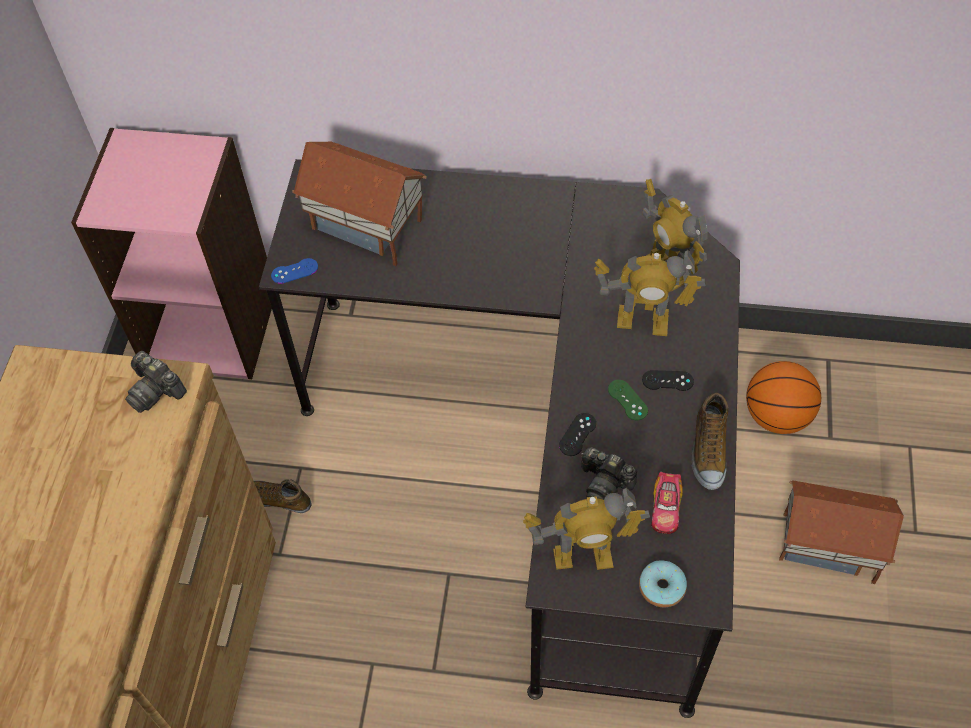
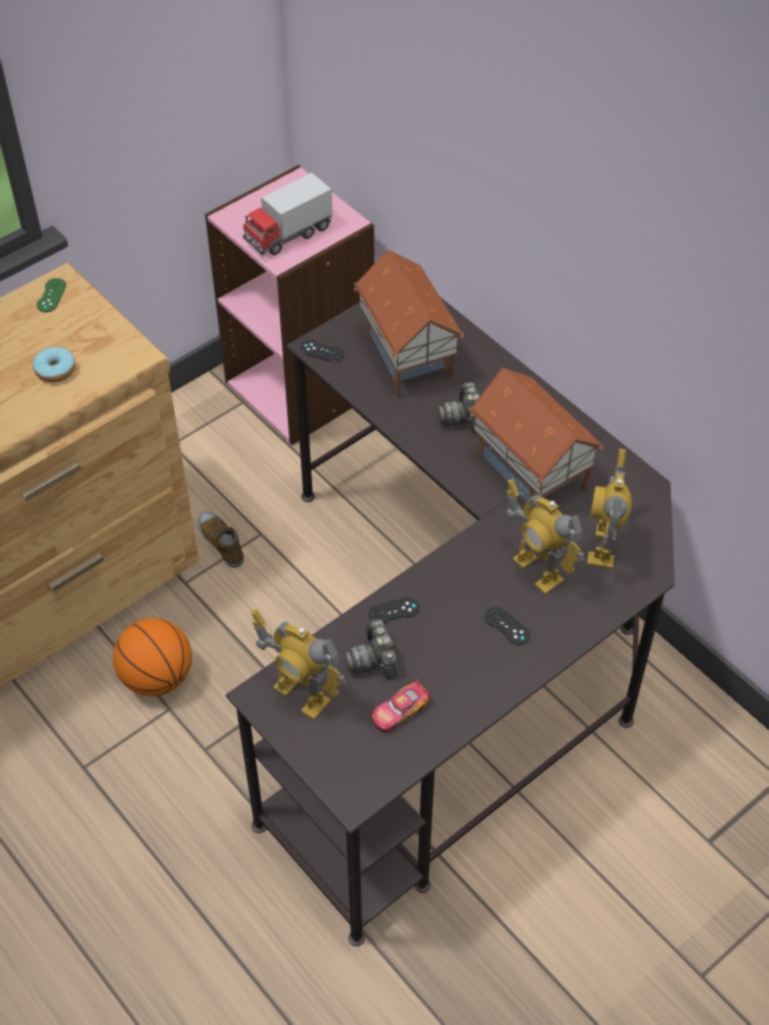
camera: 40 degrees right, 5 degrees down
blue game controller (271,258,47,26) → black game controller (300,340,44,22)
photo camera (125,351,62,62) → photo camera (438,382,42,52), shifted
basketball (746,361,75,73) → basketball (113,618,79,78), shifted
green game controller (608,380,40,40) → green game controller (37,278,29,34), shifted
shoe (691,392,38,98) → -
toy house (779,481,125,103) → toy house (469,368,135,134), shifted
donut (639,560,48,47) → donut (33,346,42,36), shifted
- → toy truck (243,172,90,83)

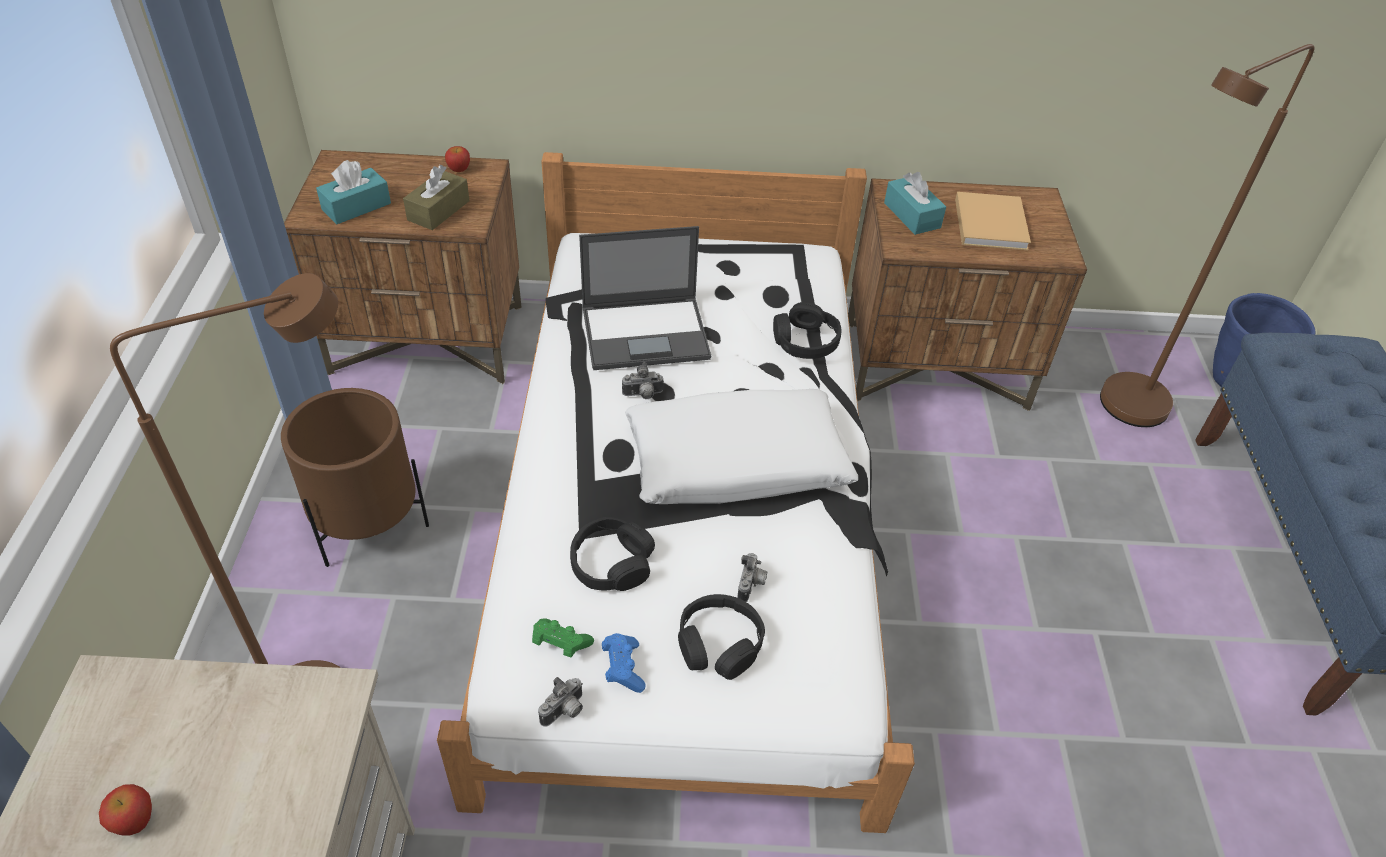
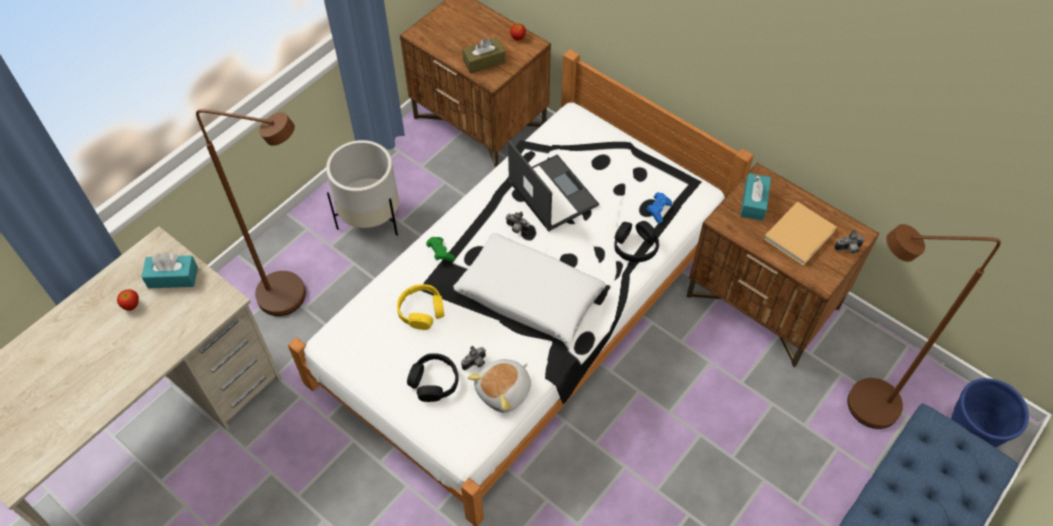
camera: 40 degrees right, 10 degrees up
turquoise tissue box (316,160,75,64) → turquoise tissue box (141,253,57,35), shifted
laptop (579,226,132,144) → laptop (508,140,91,92), 150 degrees counterclockwise
brown planter (281,388,148,179) → white planter (326,140,73,96)
black headphones (570,517,85,74) → yellow headphones (397,284,48,46)
green game controller (532,618,62,39) → green game controller (426,237,29,24), shifted
blue game controller (602,633,44,60) → blue game controller (647,192,25,31), shifted
photo camera (538,677,45,50) → photo camera (834,230,30,24), shifted
- → plush toy (468,359,63,54)

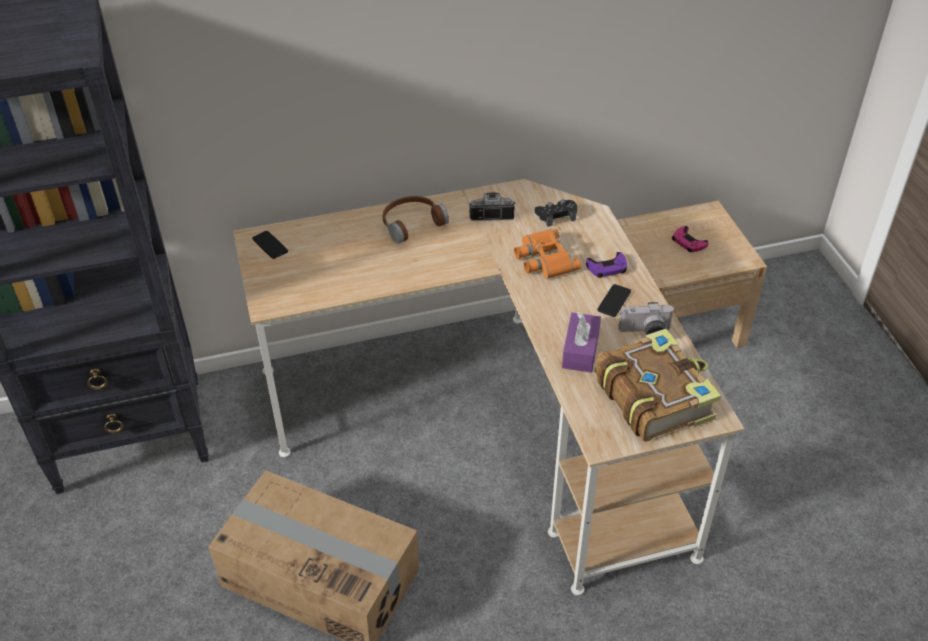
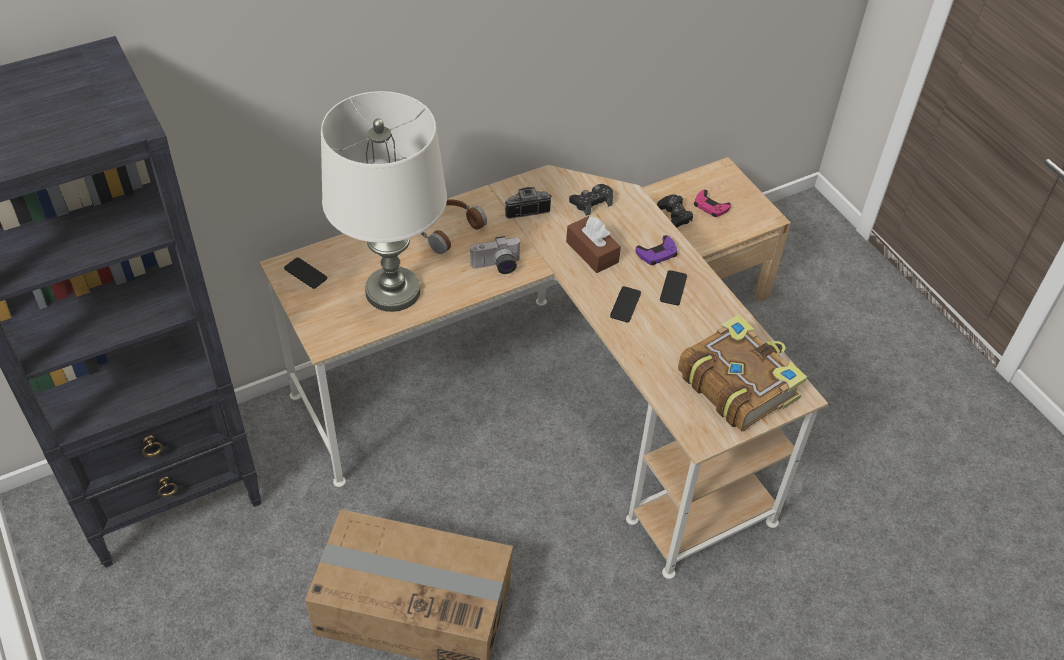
camera: 15 degrees left, 5 degrees up
orange binoculars (514,228,67,51) → brown tissue box (566,216,55,57)
photo camera (618,302,57,33) → photo camera (470,236,51,38), shifted
purple tissue box (562,312,39,61) → -
- → white table lamp (321,91,126,221)
- → black game controller (657,194,36,34)
- → phone (610,286,31,36)

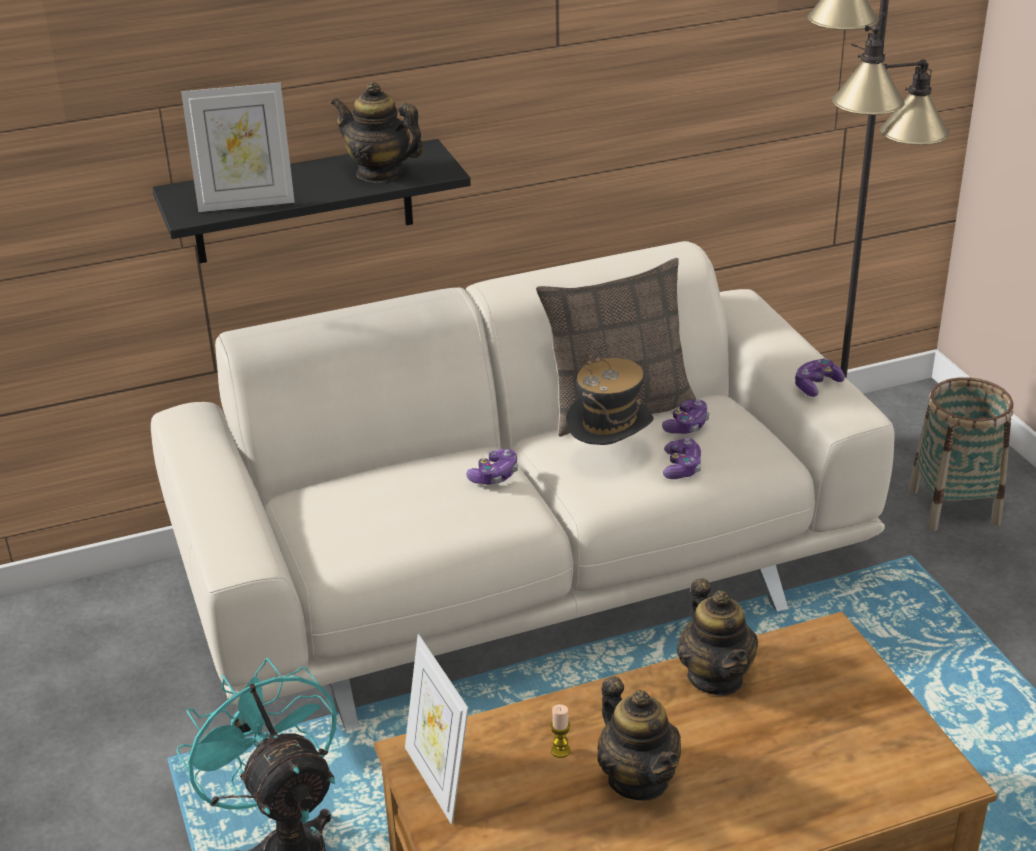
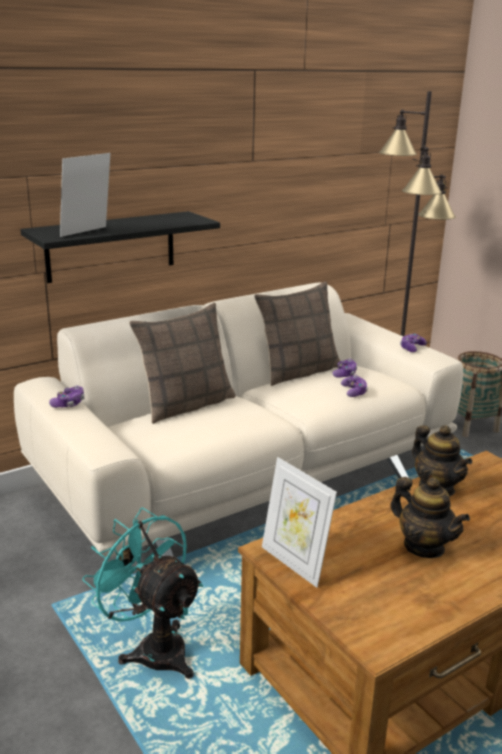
camera: 15 degrees left, 10 degrees down
picture frame (181,82,114,130) → picture frame (60,153,50,84), 150 degrees clockwise
teapot (331,82,94,101) → -
hat (566,354,88,91) → -
game controller (466,449,52,36) → game controller (49,385,35,23), shifted
candle (550,704,20,54) → -
- → pillow (129,303,107,121)

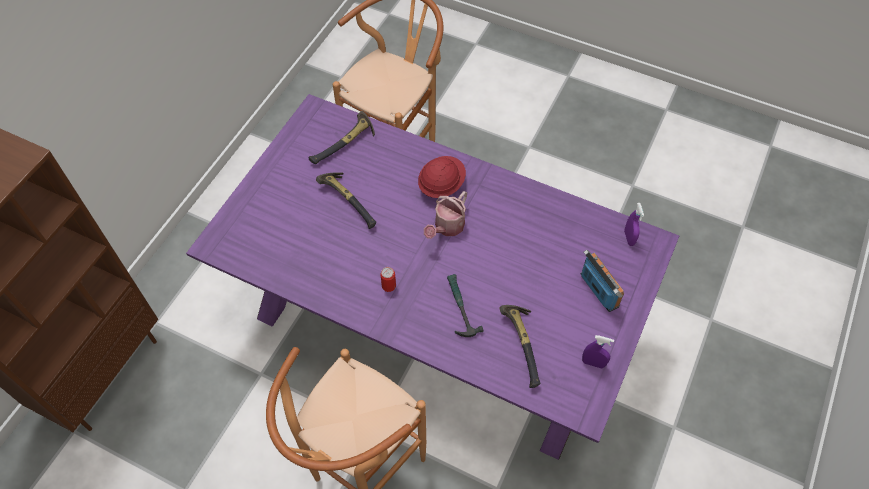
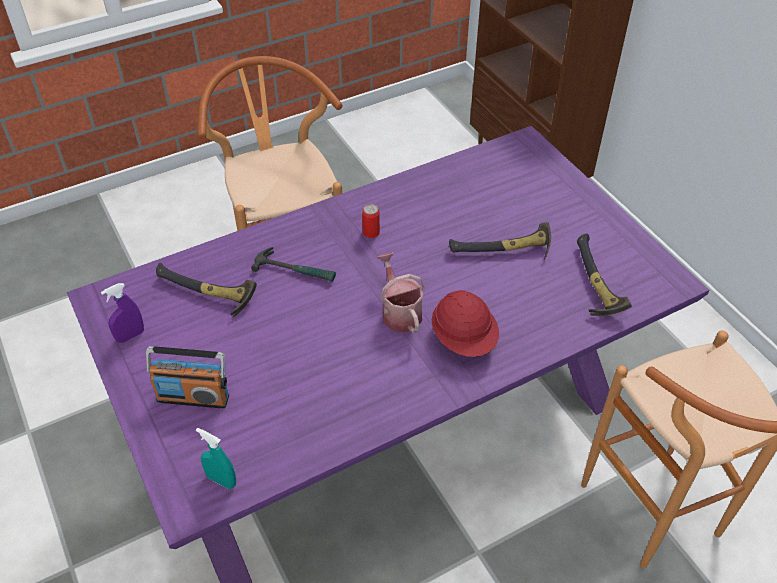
camera: 125 degrees right, 10 degrees down
purple spray bottle (624,203,20,43) → turquoise spray bottle (196,428,40,61)

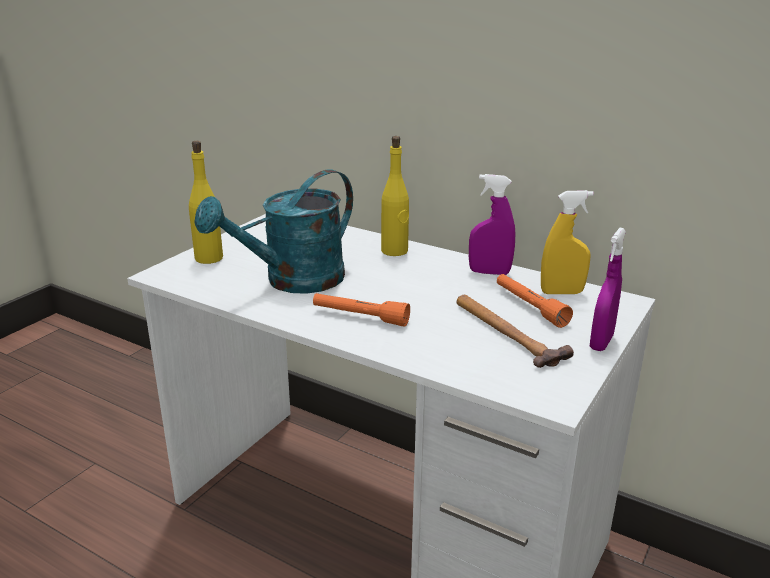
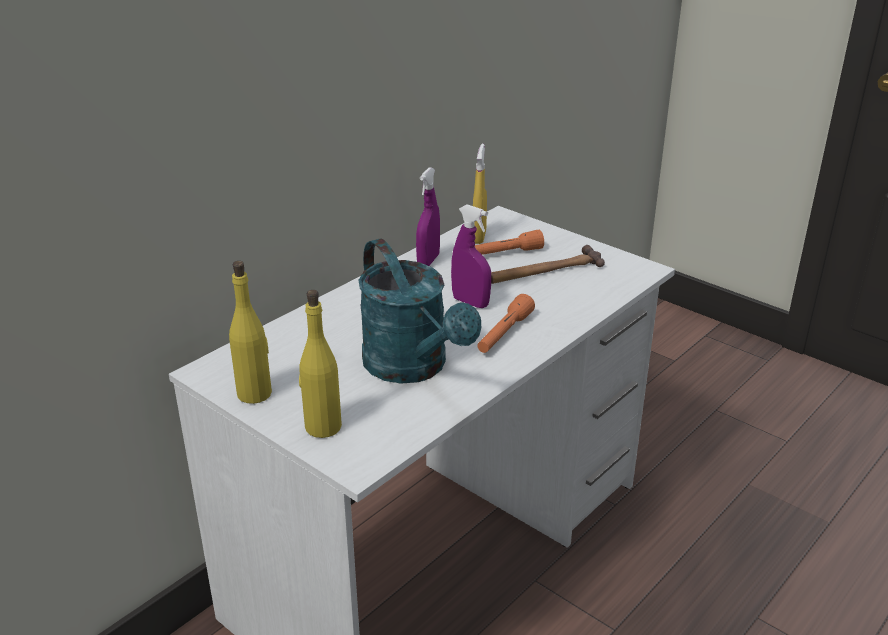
camera: 80 degrees left, 5 degrees up
yellow bottle (381,136,28,120) → yellow bottle (229,261,43,143), shifted
purple spray bottle (590,228,36,123) → purple spray bottle (451,204,40,104), shifted

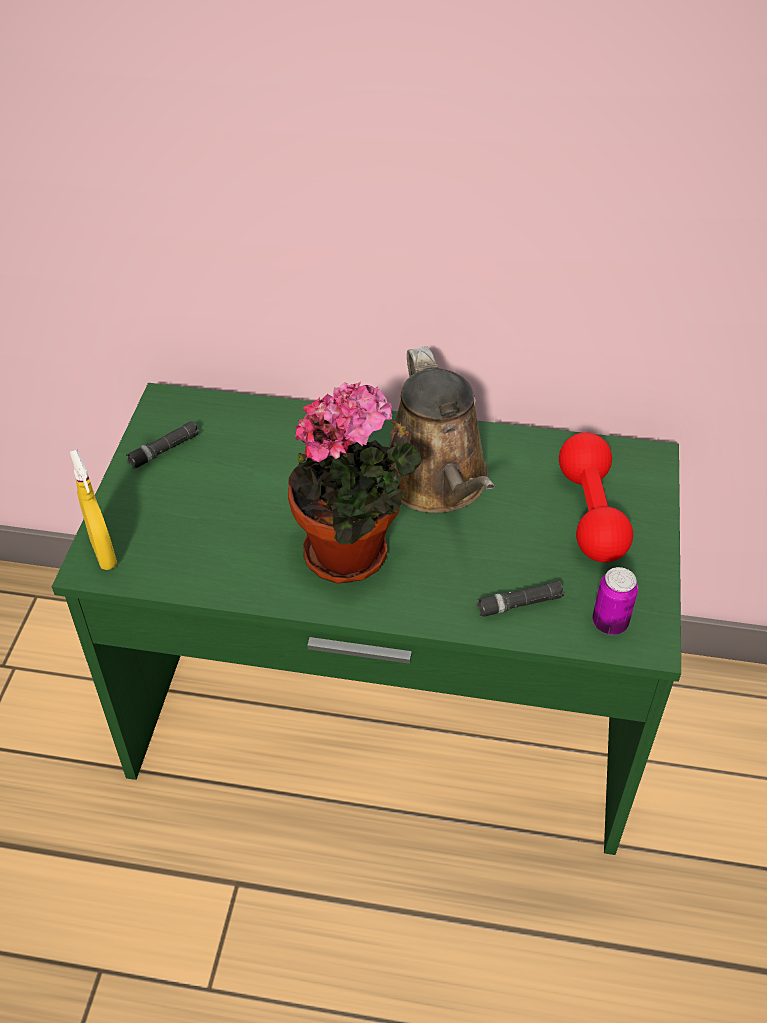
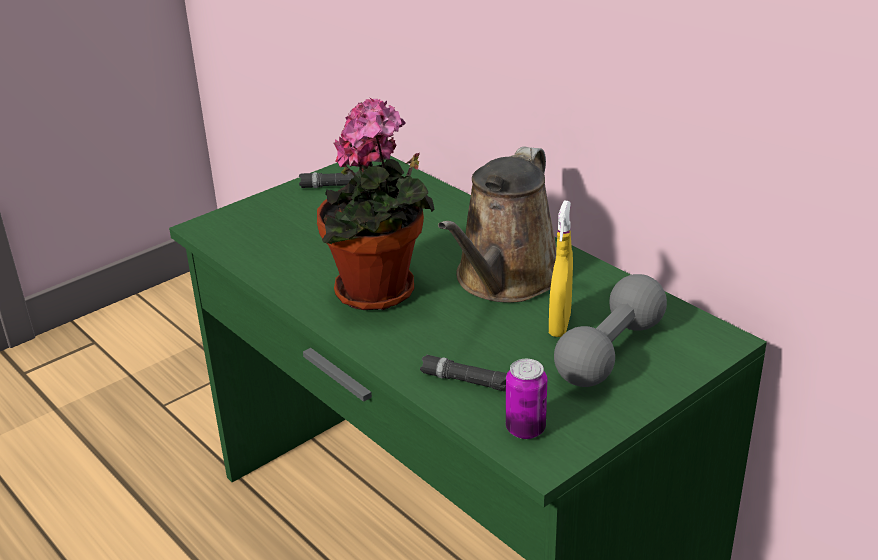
camera: 40 degrees right, 15 degrees down
red dumbbell (559,432,74,130) → grey dumbbell (554,274,113,113)
yellow spray bottle (70,450,47,120) → yellow spray bottle (549,201,24,136), shifted

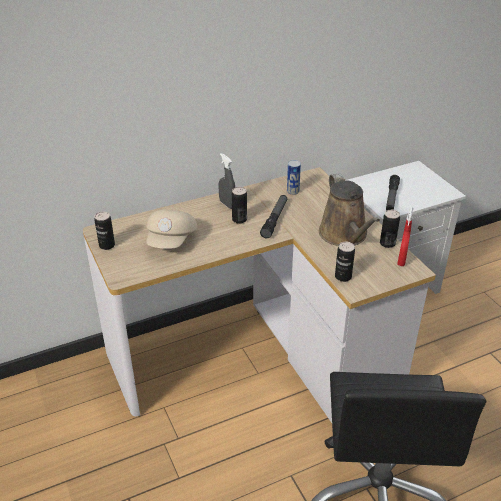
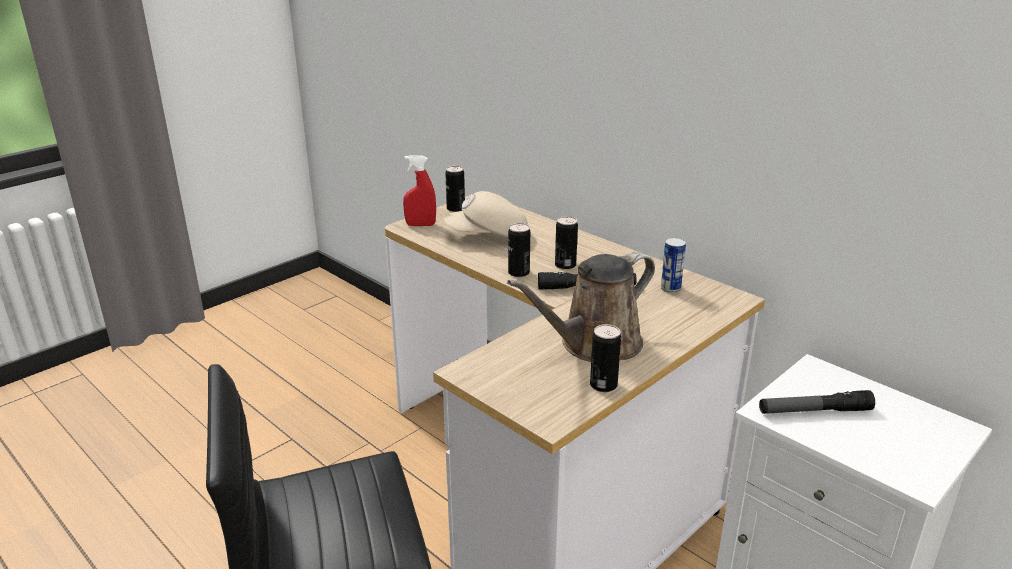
camera: 70 degrees right, 10 degrees down
grey spray bottle (218,153,17,56) → -
red spray bottle (397,207,16,59) → red spray bottle (403,155,33,71), shifted
can (335,242,20,40) → can (508,223,22,54), shifted

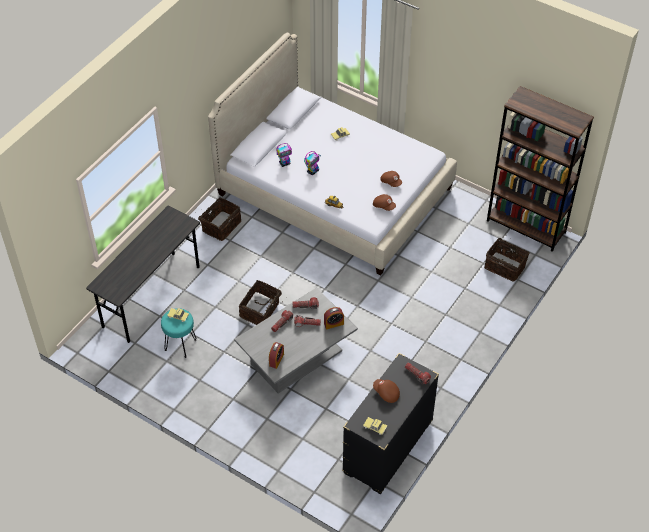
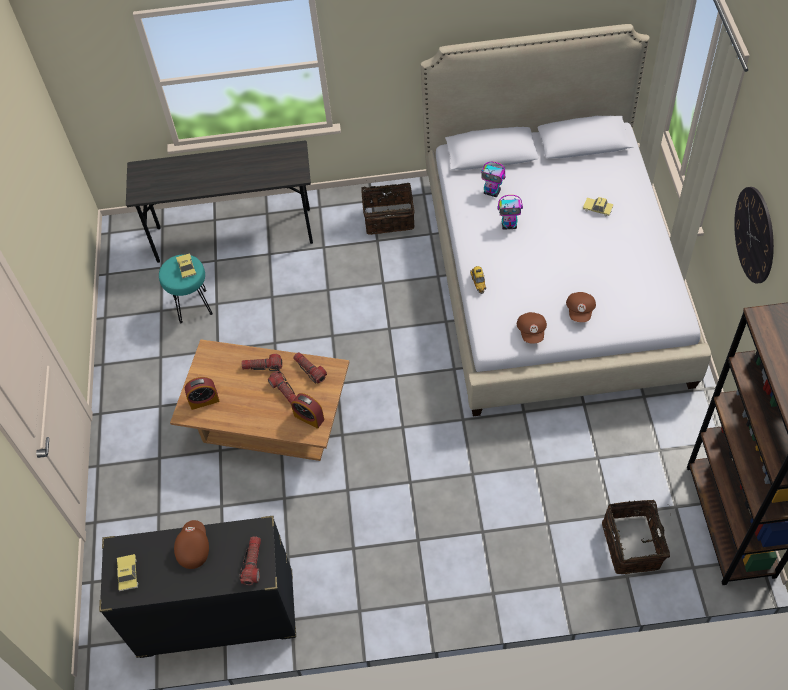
camera: 55 degrees right, 5 degrees up
basket (239,280,43,45) → -
grey coffee table (234,287,124,107) → brown coffee table (170,339,179,122)
- → wall clock (734,187,40,97)

